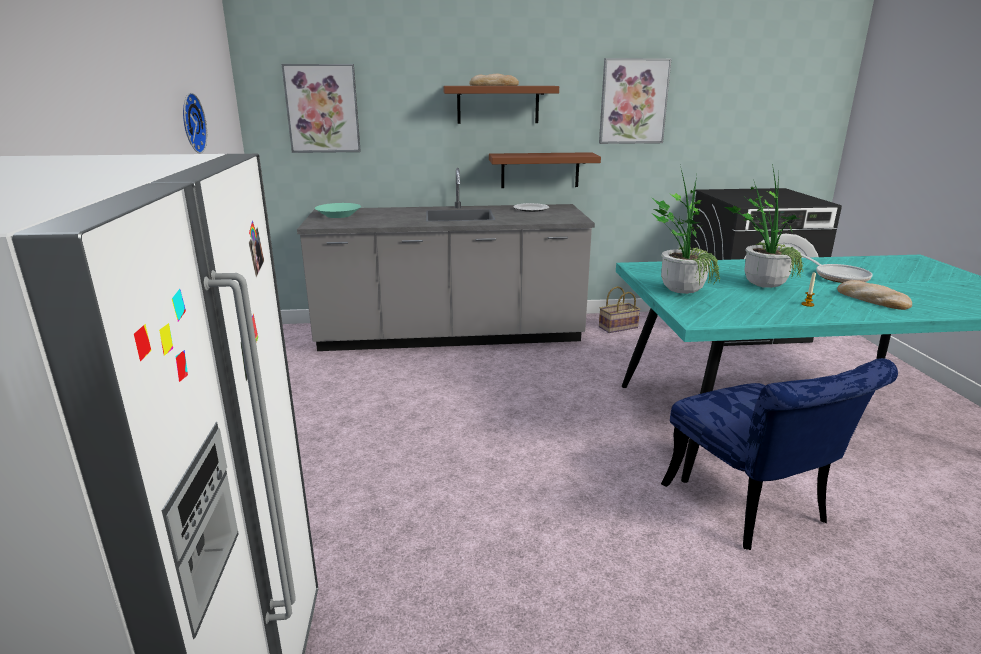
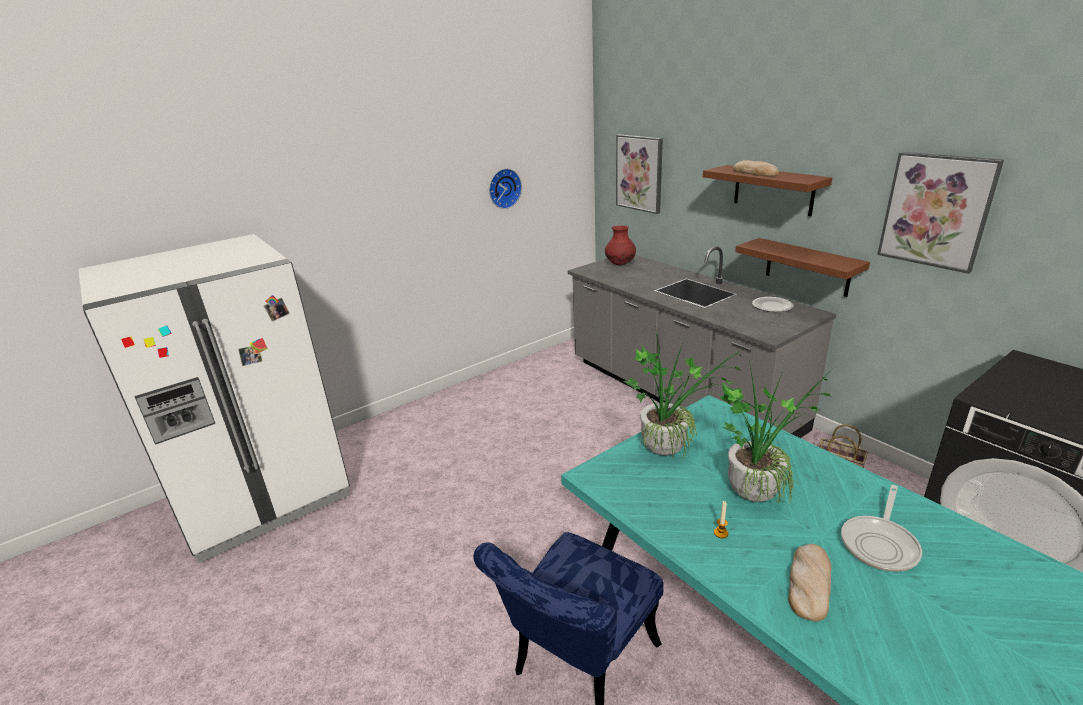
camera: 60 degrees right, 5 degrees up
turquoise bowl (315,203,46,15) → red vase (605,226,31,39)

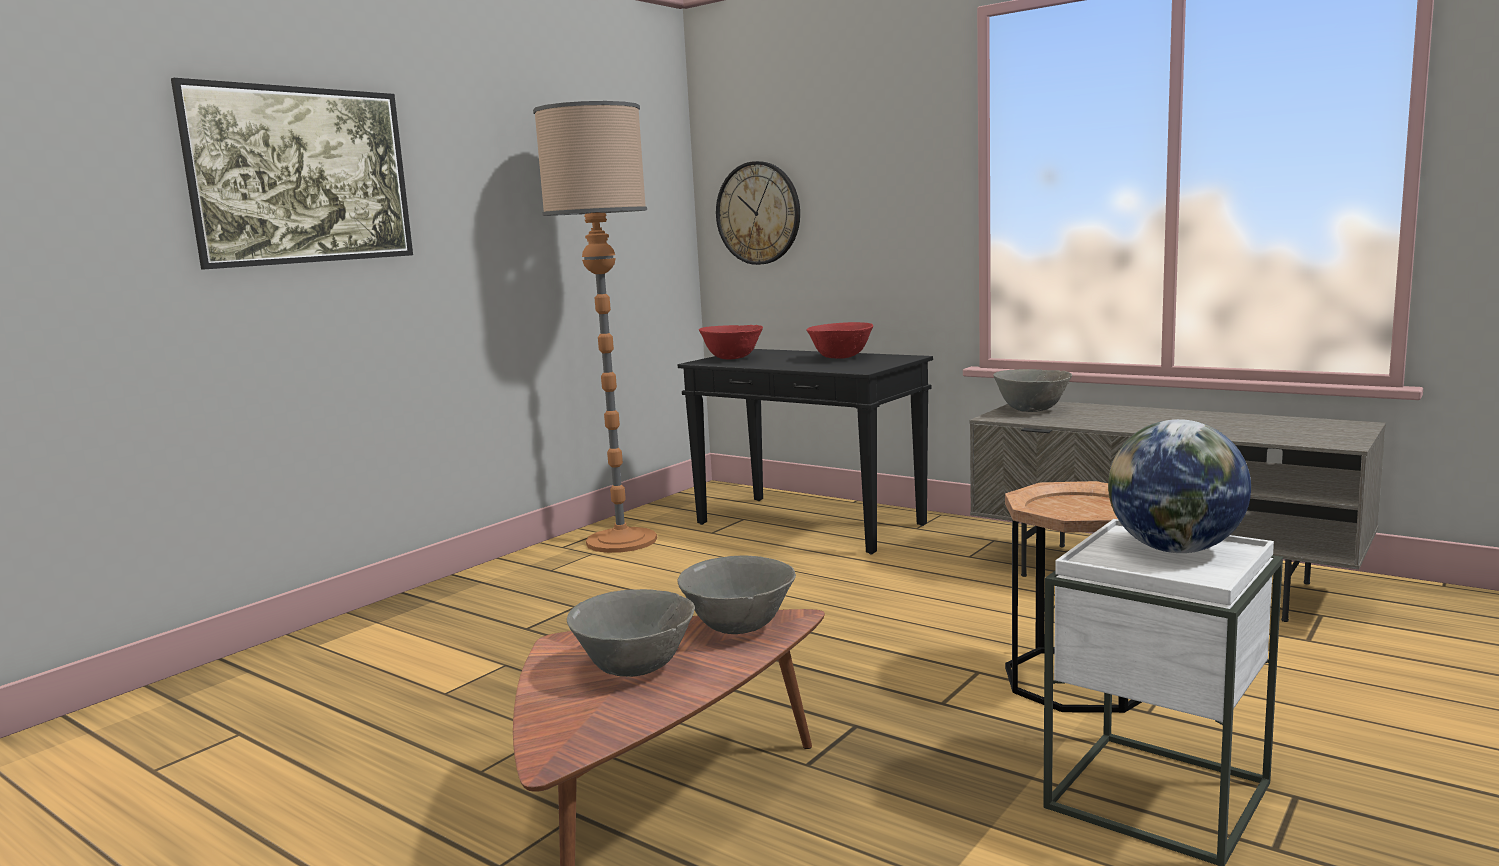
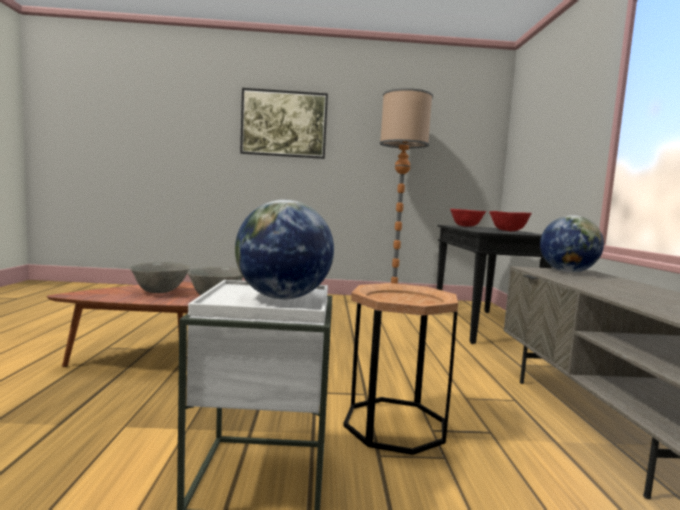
camera: 50 degrees right, 5 degrees down
wall clock (716,161,84,104) → -
grey bowl (993,369,79,43) → globe (540,215,64,58)

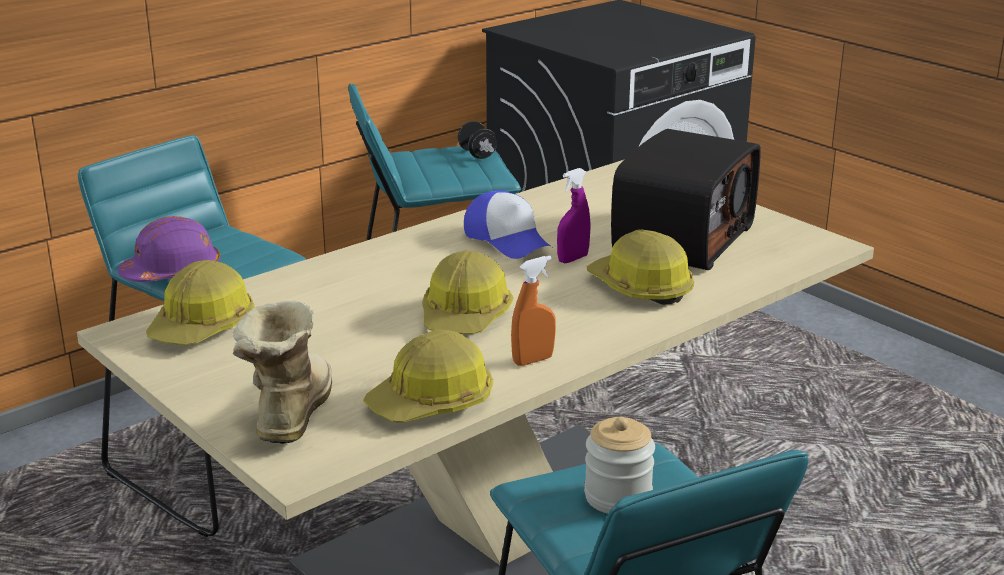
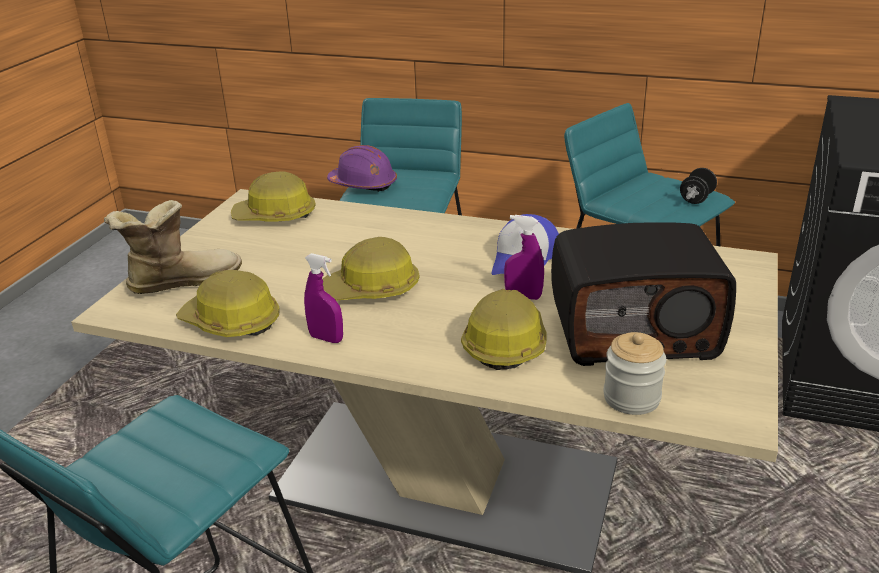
camera: 60 degrees right, 5 degrees up
orange spray bottle (511,256,45,110) → purple spray bottle (304,253,39,90)
jar (584,417,71,97) → jar (603,332,63,83), shifted

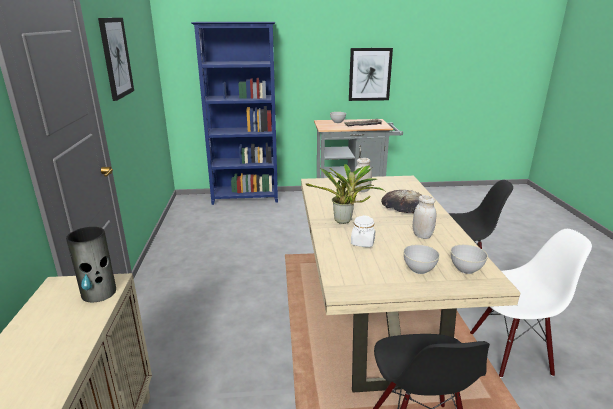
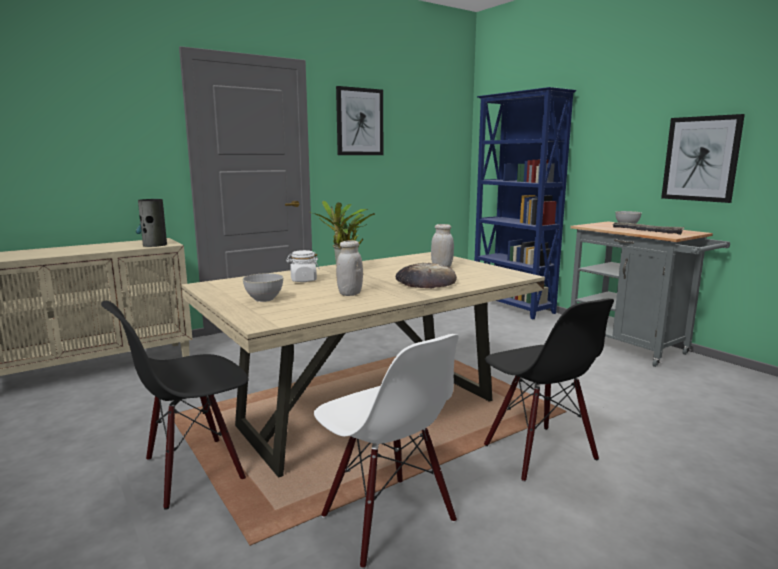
camera: 60 degrees right, 10 degrees down
grey bowl (451,244,37,30) → -

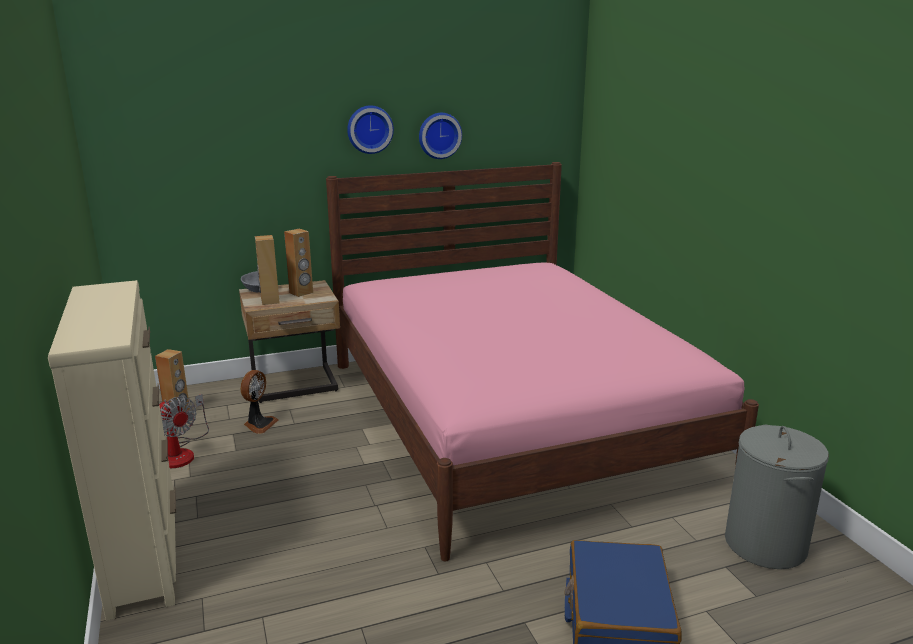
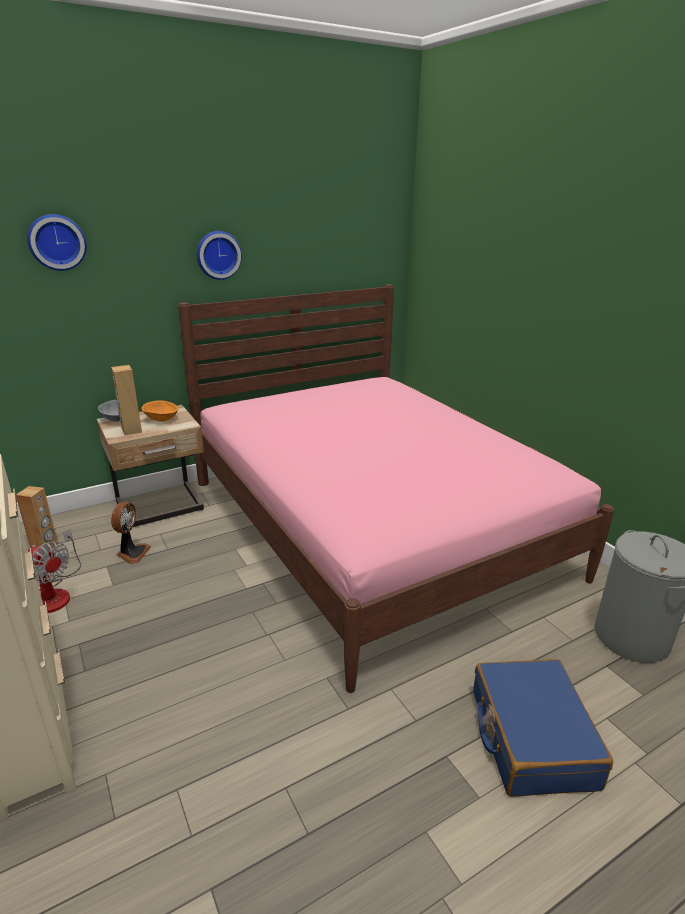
camera: 10 degrees left, 5 degrees up
wall clock (419,113,43,46) → wall clock (27,214,60,57), shifted
brown speaker (284,229,29,68) → orange bowl (142,400,36,21)

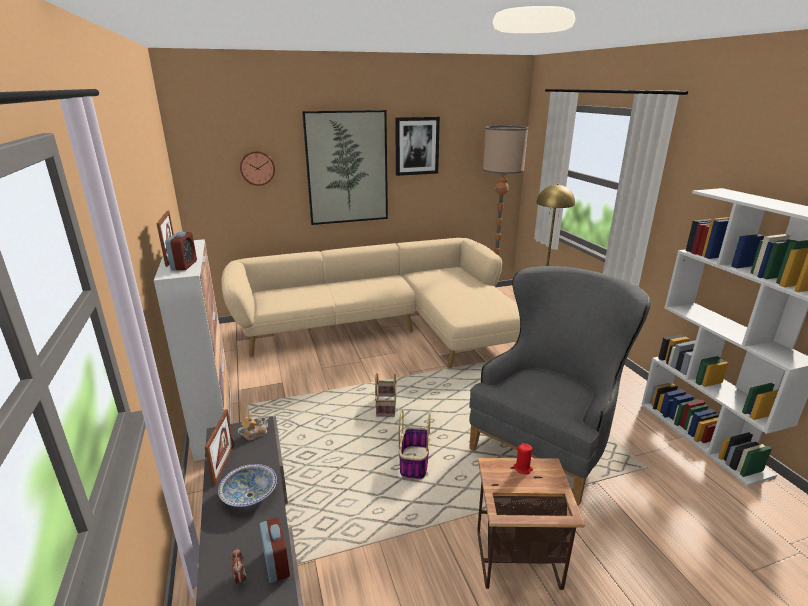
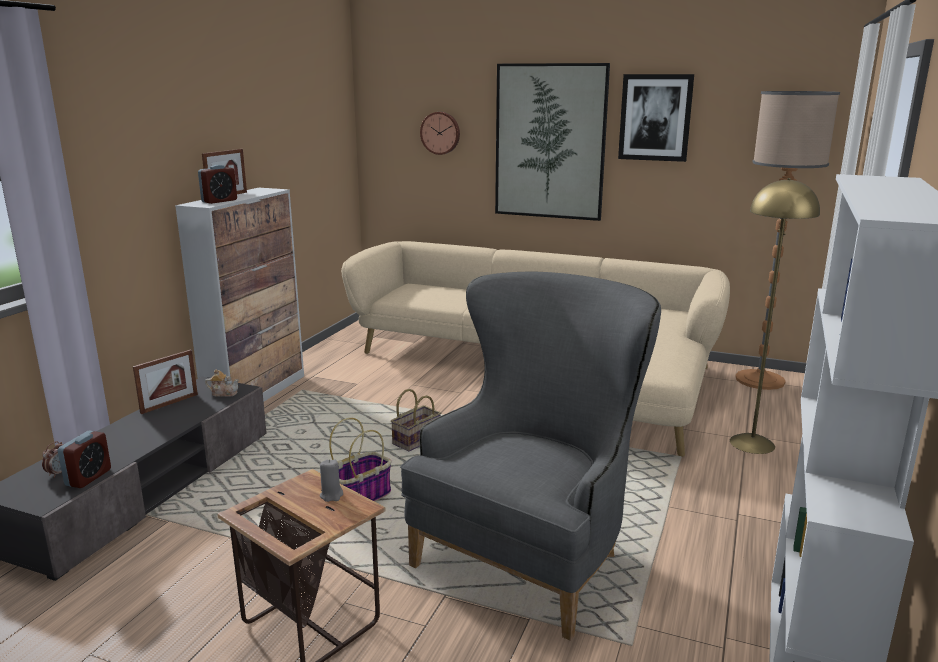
camera: 40 degrees right, 5 degrees down
grey armchair (469,266,182,240) → grey armchair (400,272,261,369), 45 degrees counterclockwise
red candle (514,443,19,31) → grey candle (320,459,23,43)
bowl (218,464,59,43) → -

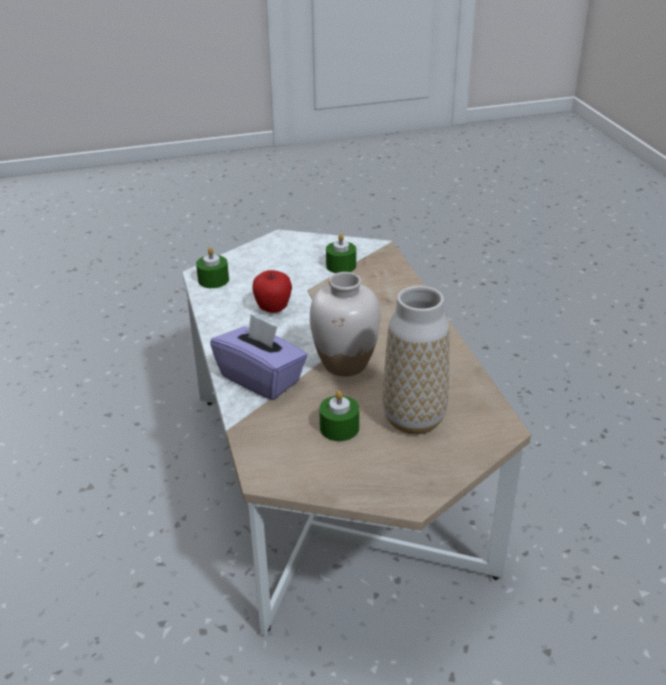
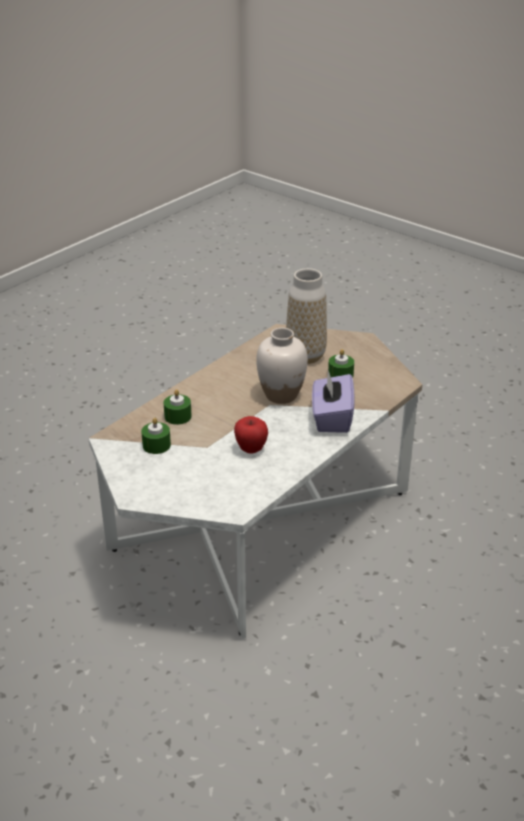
camera: 125 degrees left, 0 degrees up
green candle (196,247,33,41) → green candle (164,389,28,36), shifted

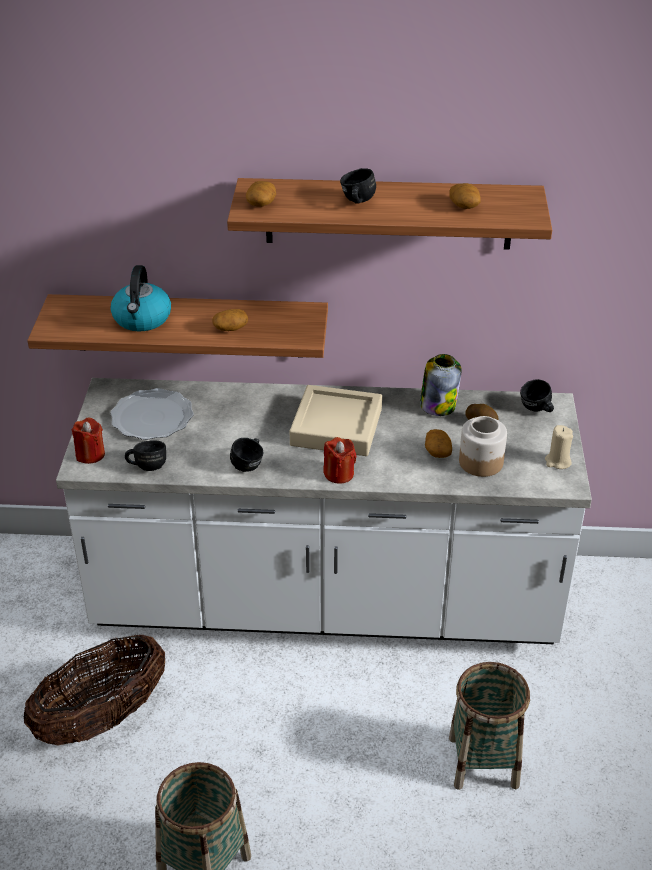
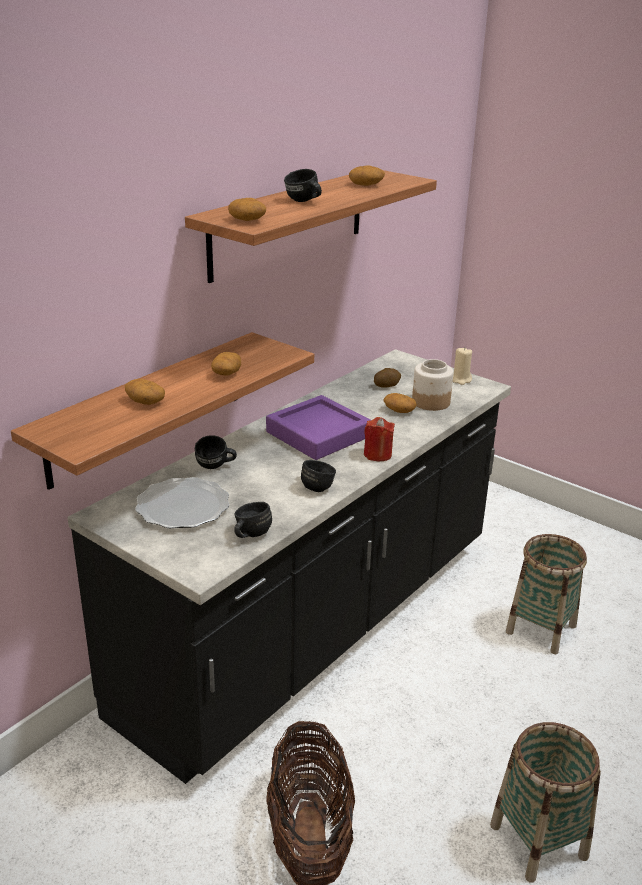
camera: 55 degrees left, 10 degrees down
kettle (110,265,61,66) → potato (125,379,40,26)
jar (420,354,41,62) → -
white counter (56,378,536,266) → black counter (68,349,443,435)
black mug (520,379,34,33) → black mug (195,435,42,34), shifted
beige tray (290,385,92,71) → purple tray (266,395,105,65)
red candle (72,418,33,46) → -

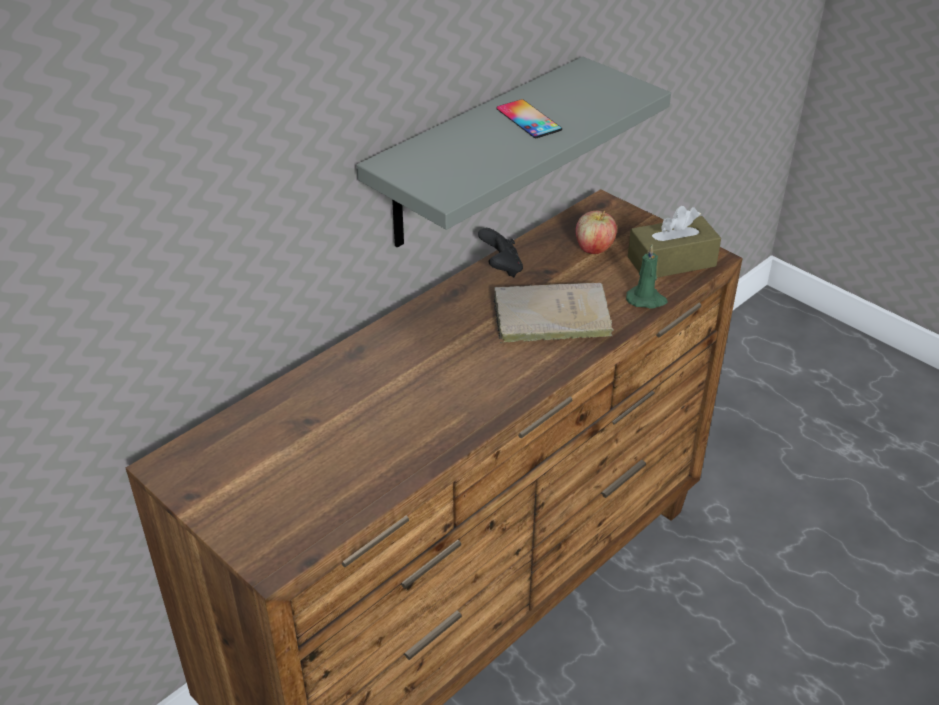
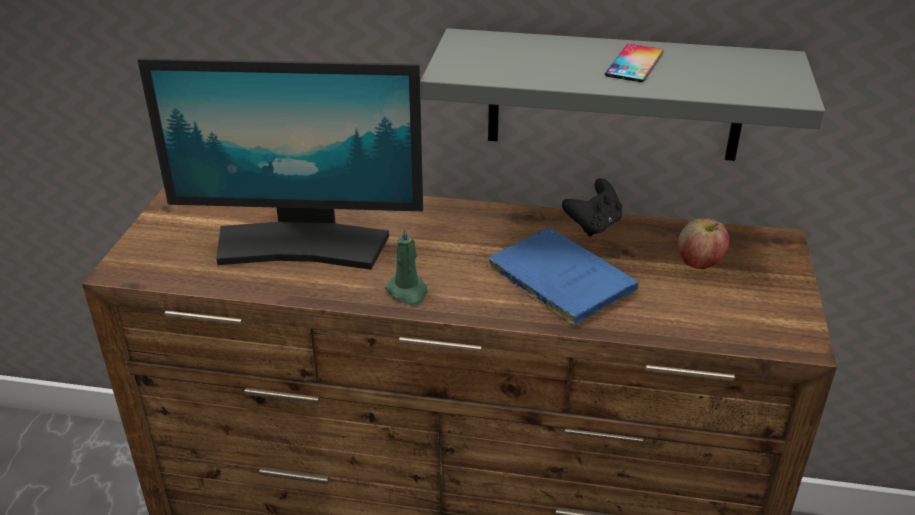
camera: 55 degrees right, 5 degrees down
brown tissue box (628,206,93,72) → -
green candle (626,245,42,64) → green candle (385,225,43,81), shifted
beige book (493,283,121,60) → blue book (486,228,153,97)
- → monitor (137,58,286,212)

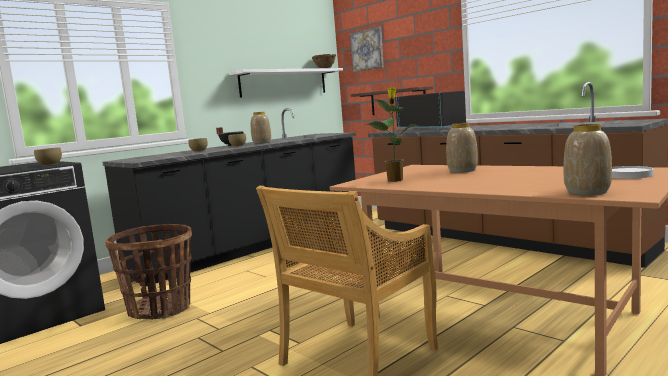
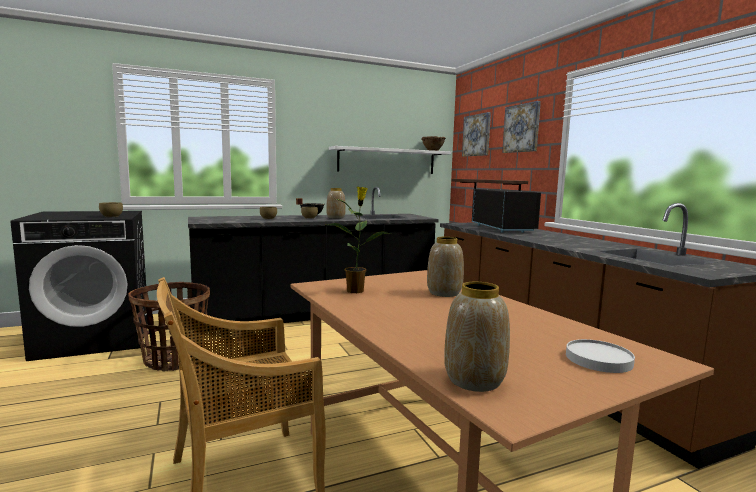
camera: 20 degrees right, 0 degrees up
- → picture (502,101,39,52)

